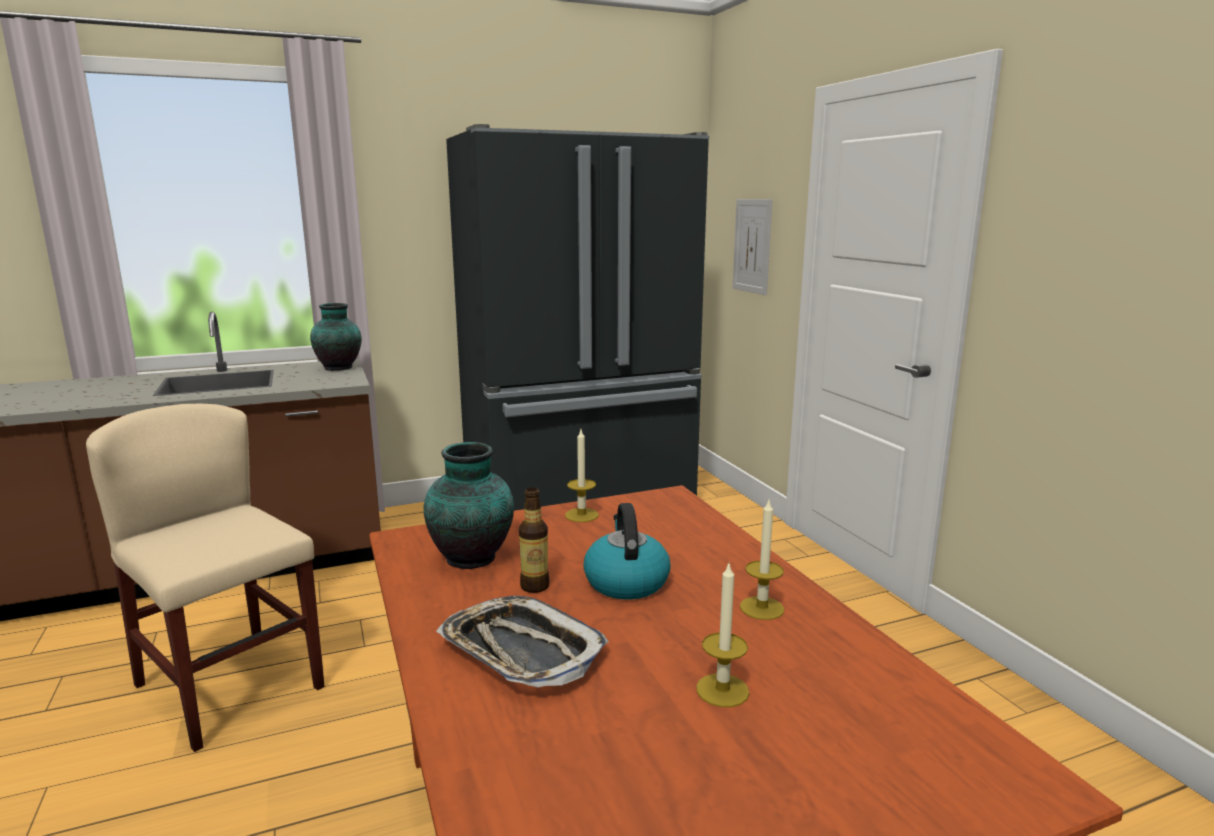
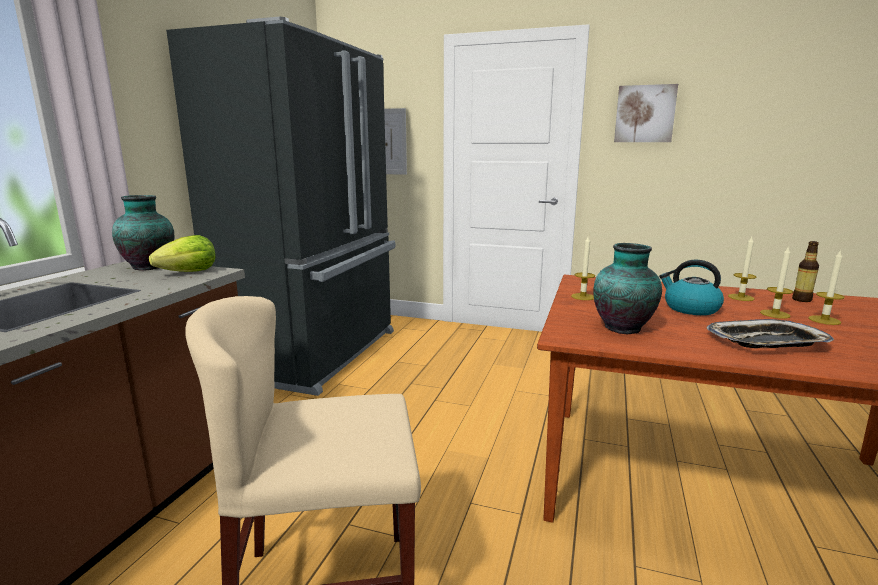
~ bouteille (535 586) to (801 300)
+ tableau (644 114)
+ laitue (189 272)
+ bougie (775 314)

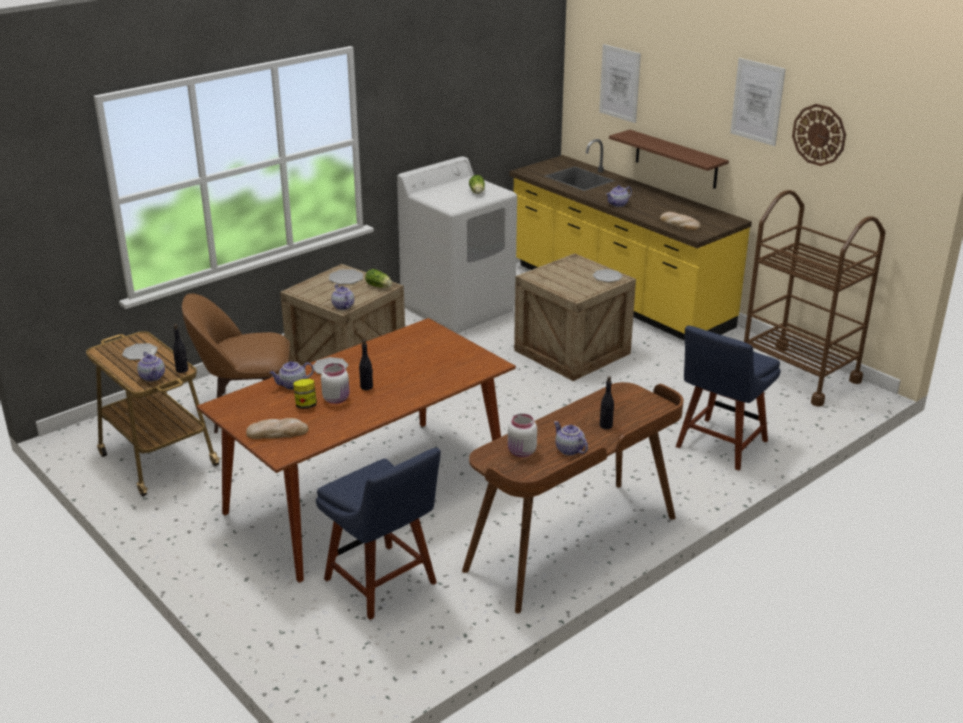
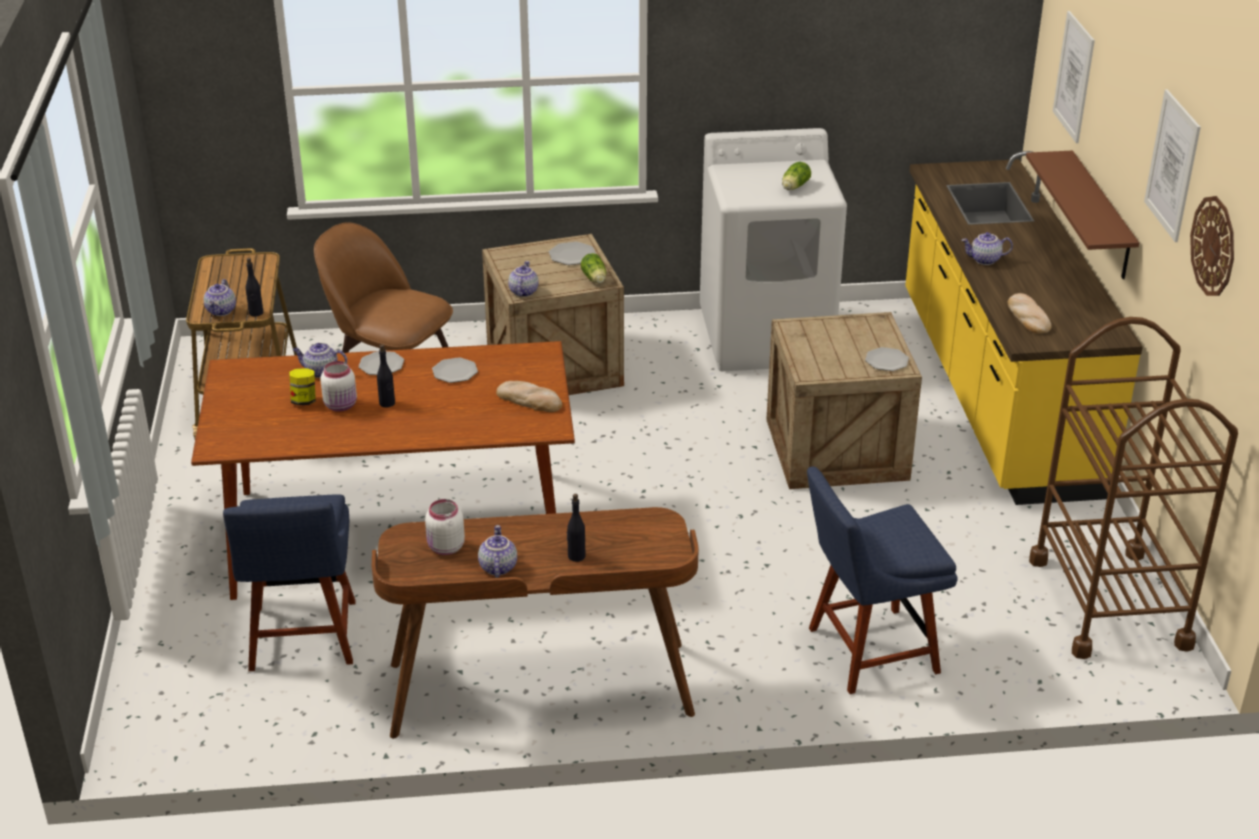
~ assiette (140 353) to (455 372)
~ pain (277 432) to (529 400)

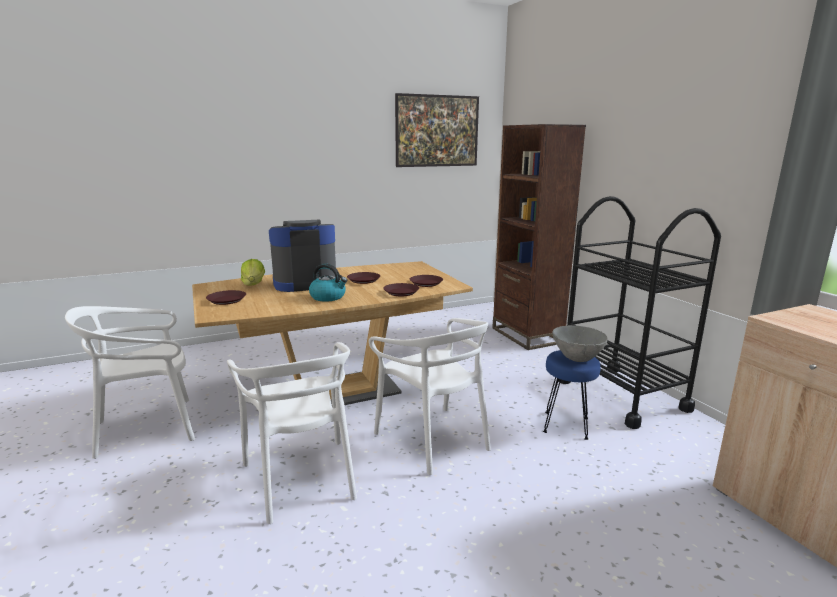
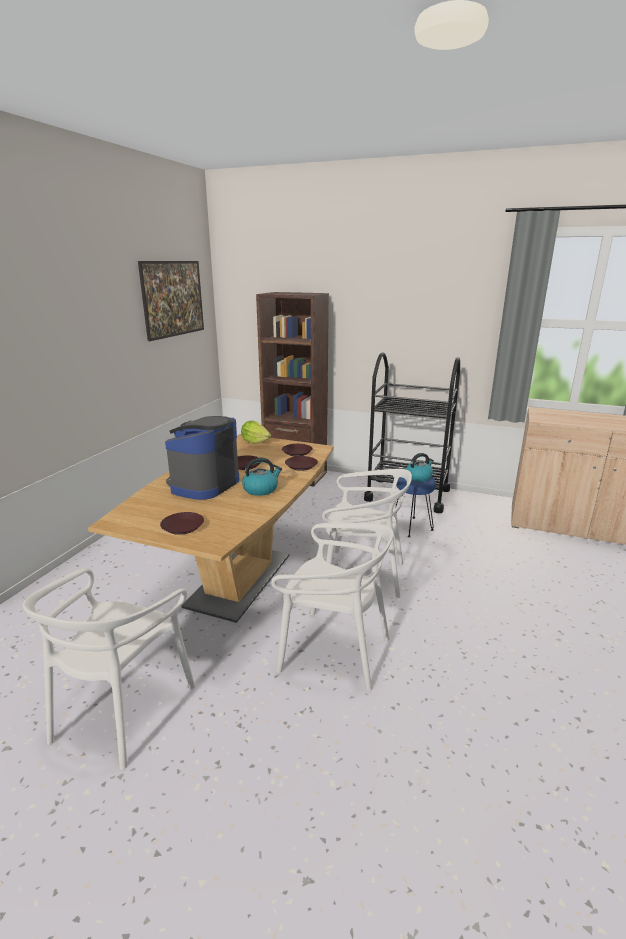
~ laitue (254 284) to (255 442)
~ bol/gris (577 358) to bouilloire (419 477)

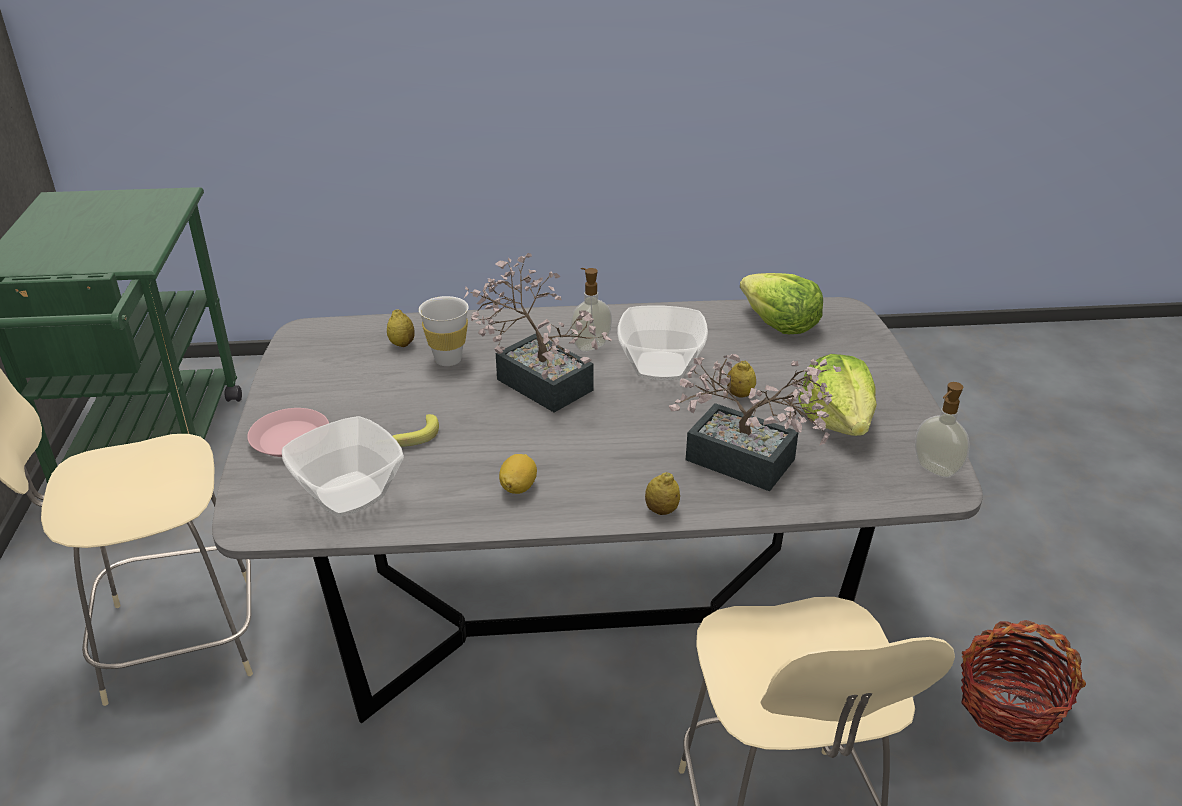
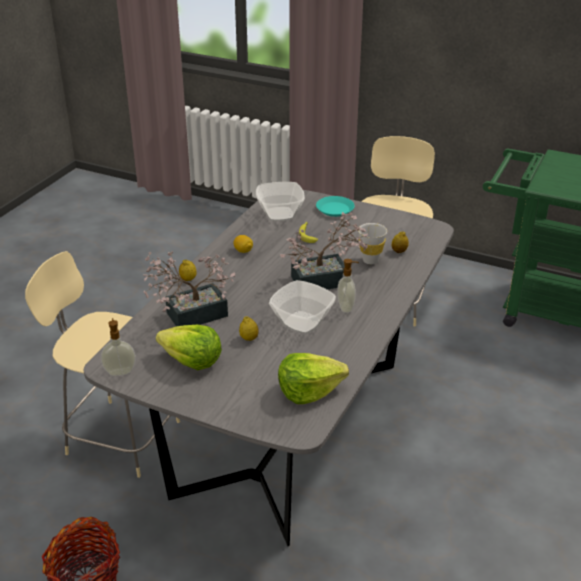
~ assiette/rose (289 439) to assiette/turquoise (335 209)

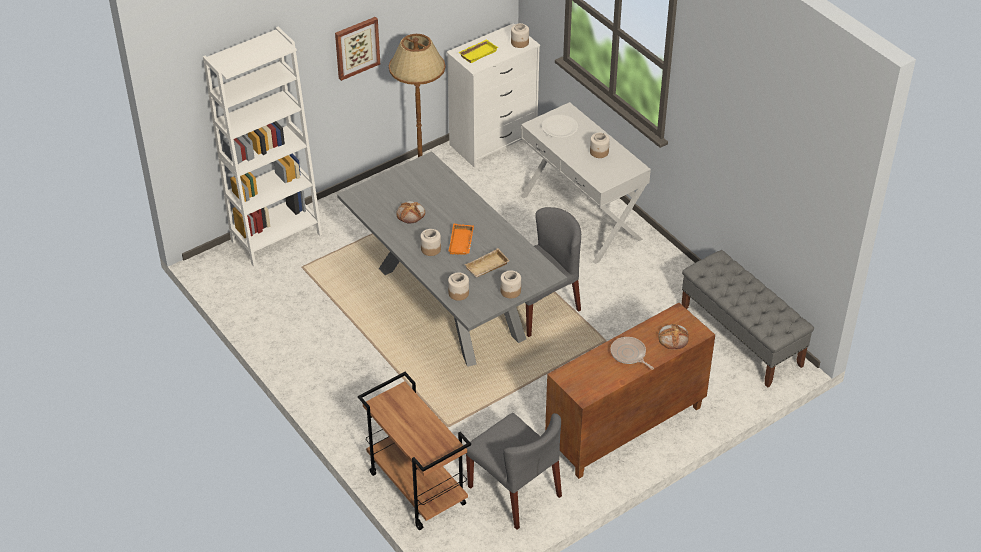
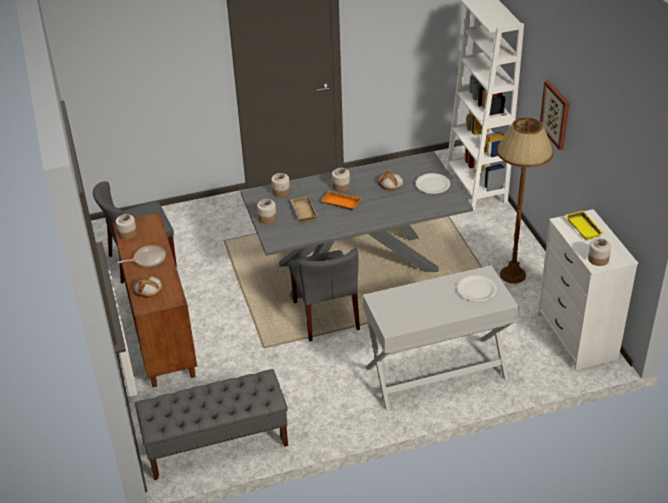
~ bocal (599 152) to (127 234)
- chariot/marron (416 488)
+ assiette/blanc (432 184)

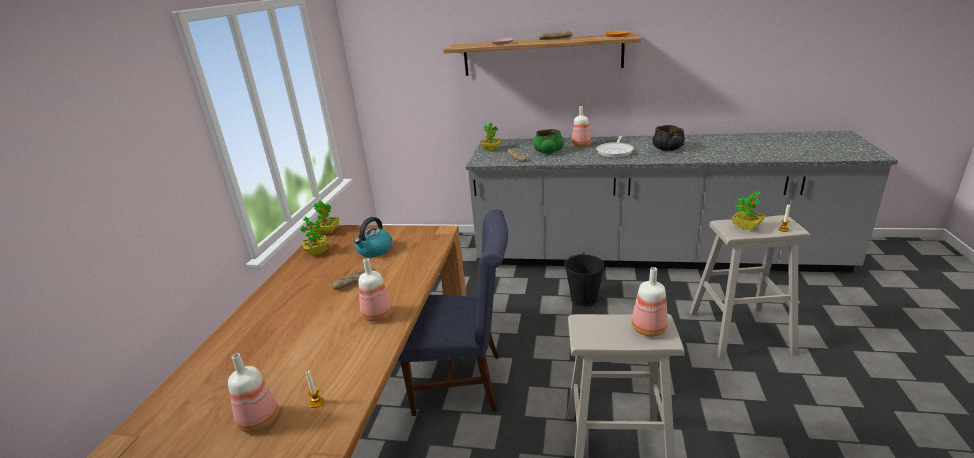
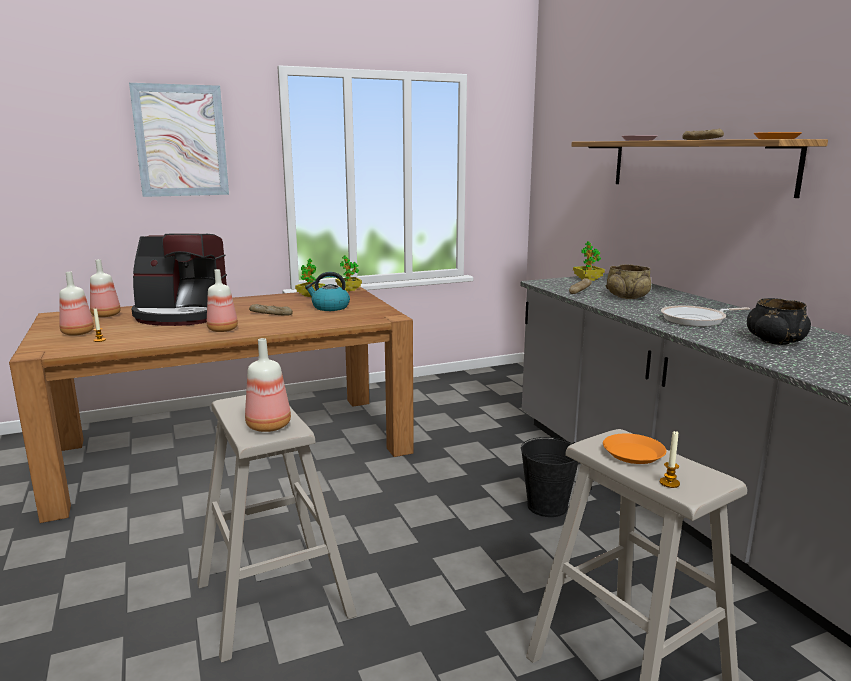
~ bouteille (580 145) to (107 315)
~ bol/vert (548 152) to bol/beige (627 297)
~ plante en pot (746 227) to assiette/orange (633 453)
- chaise/bleu (465 382)
+ tableau (181 141)
+ machine à café (182 315)

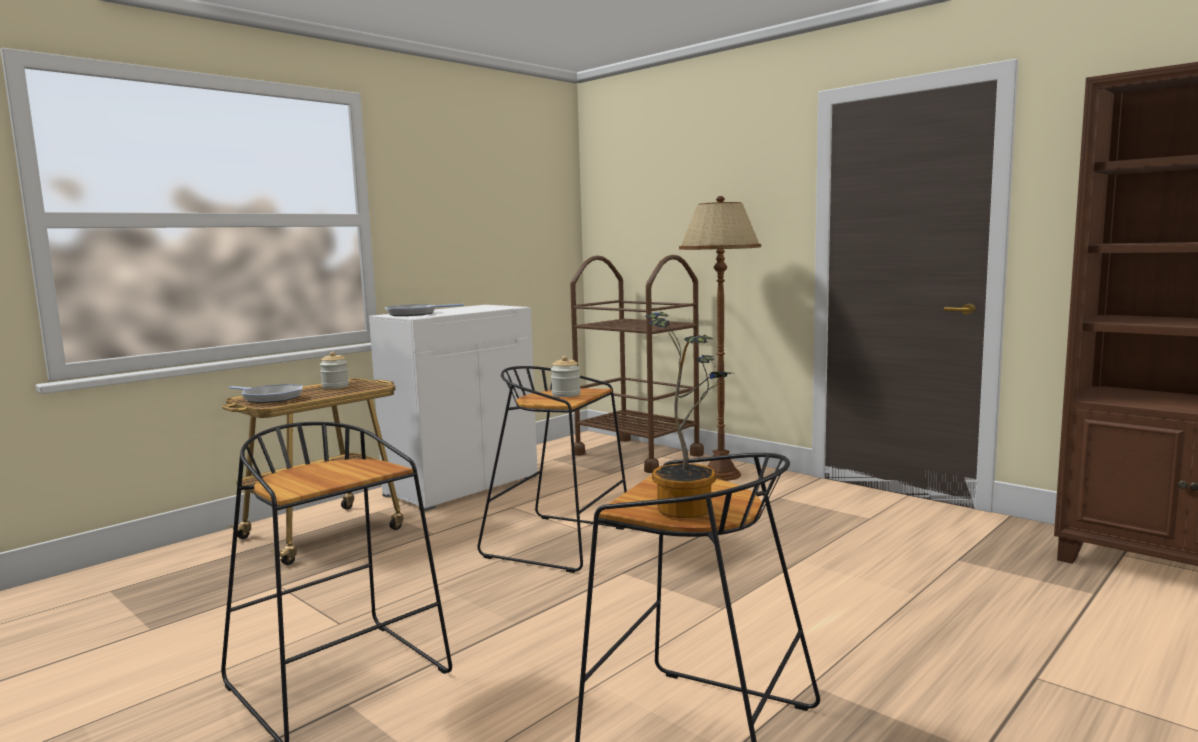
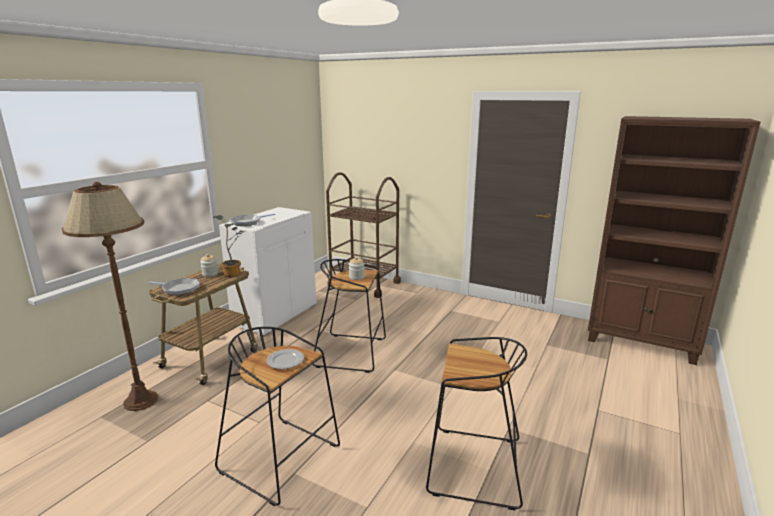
~ lampadaire/marron (721 475) to (141 401)
~ plante en pot (691 507) to (234 273)
+ assiette (285 361)

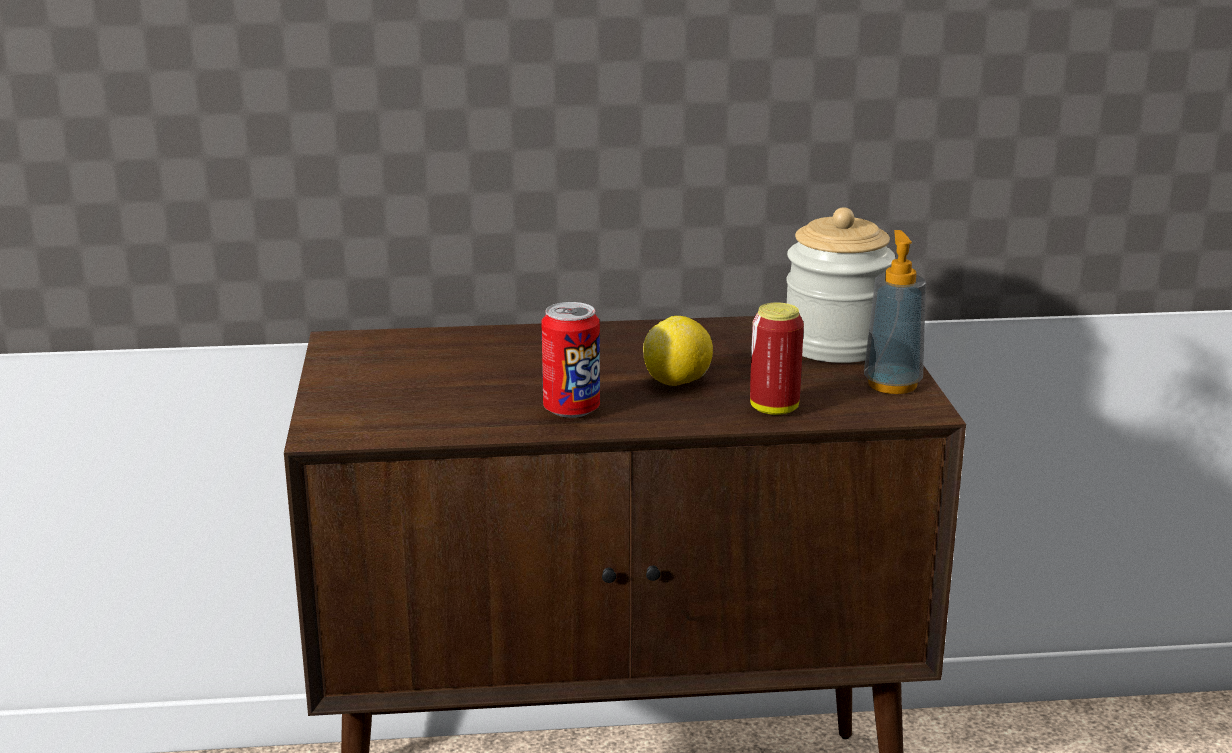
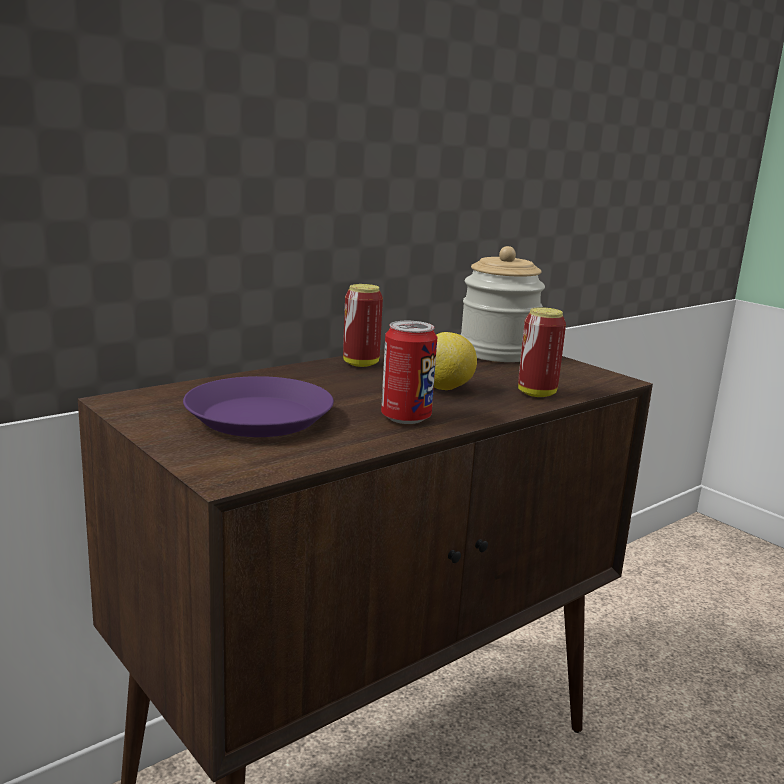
- distributeur de savon (892 384)
+ boîte métallique (361 364)
+ assiette/violet (259 417)

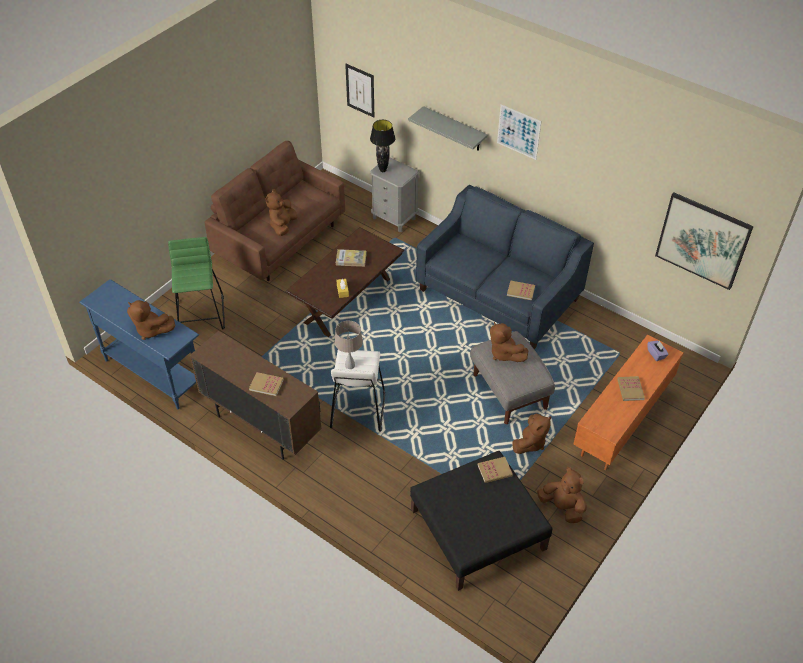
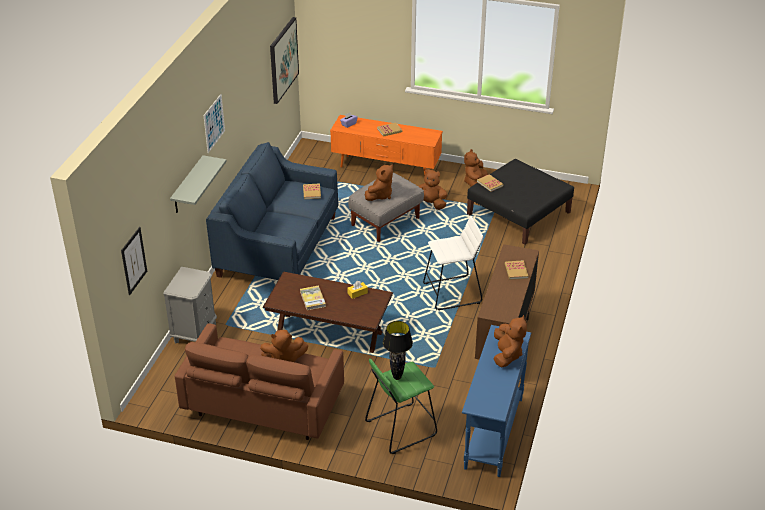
~ lampe de table/noir (383 170) to (397 377)
- lampe de table/beige (349 365)

